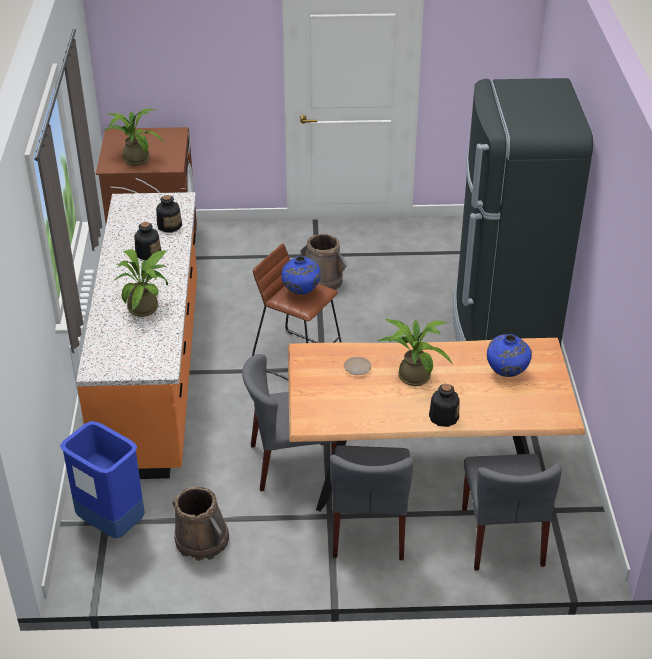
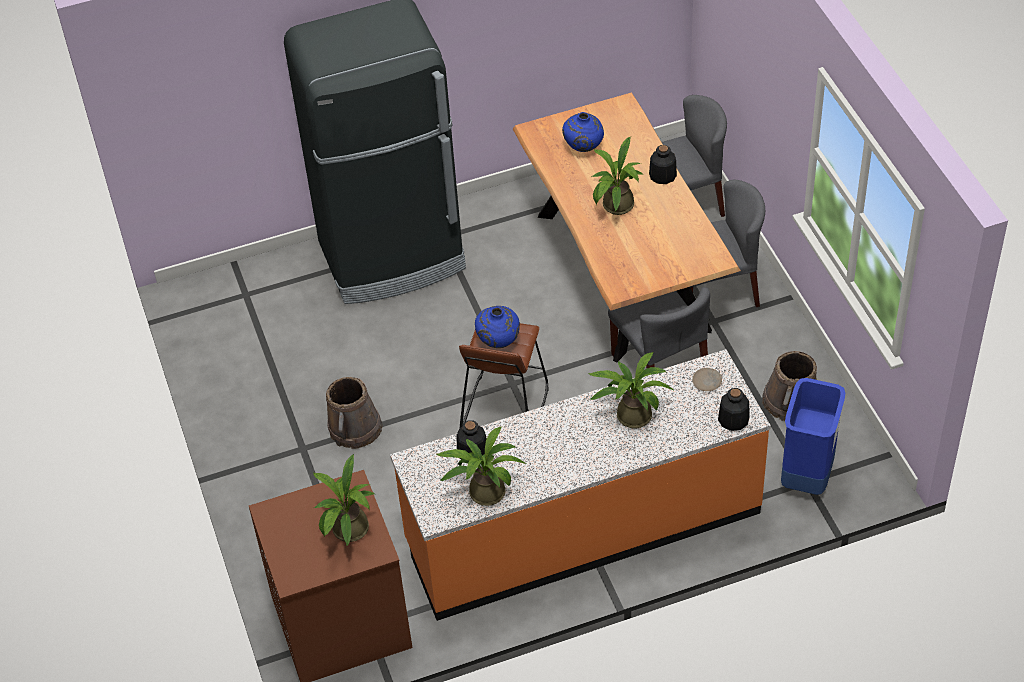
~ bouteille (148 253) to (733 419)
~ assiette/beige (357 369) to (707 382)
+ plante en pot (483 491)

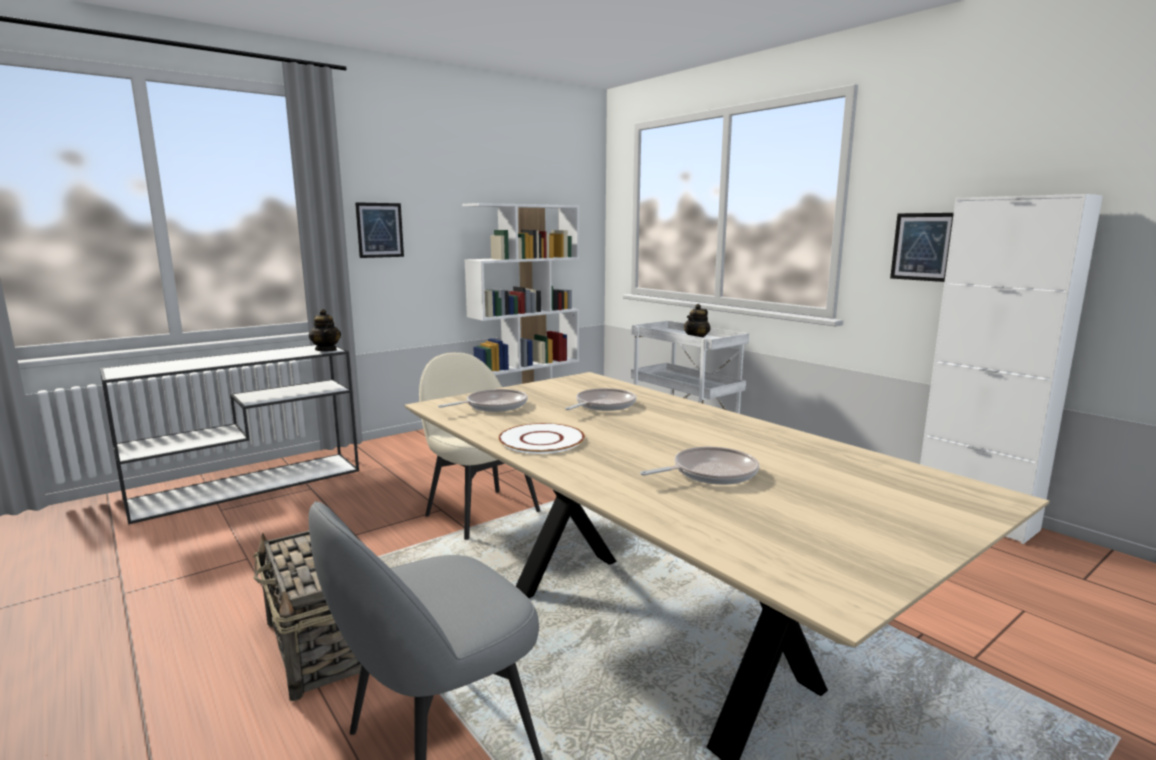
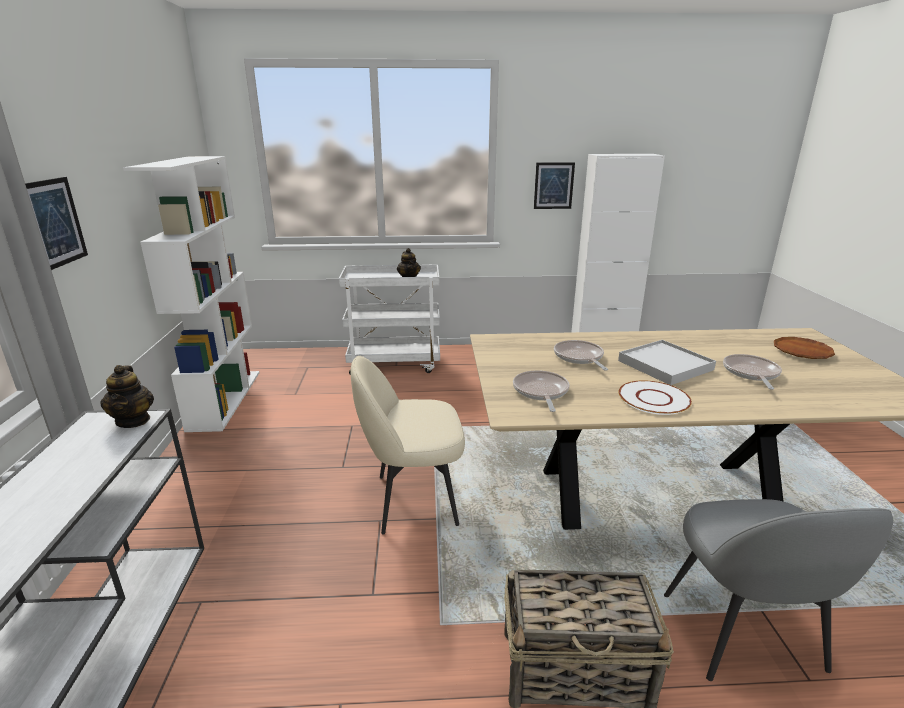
~ théière (326 350) = (133 420) 75 degrees clockwise
+ assiette/marron (802 352)
+ plateau/blanc (665 365)

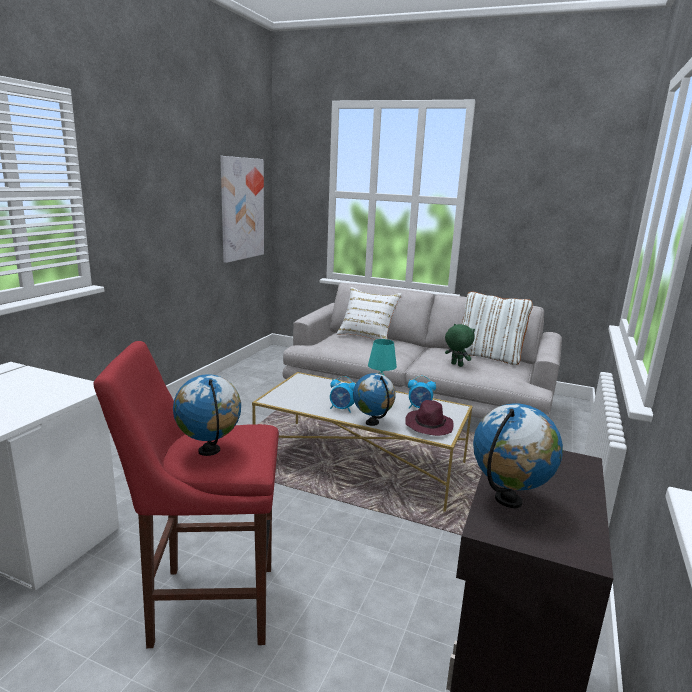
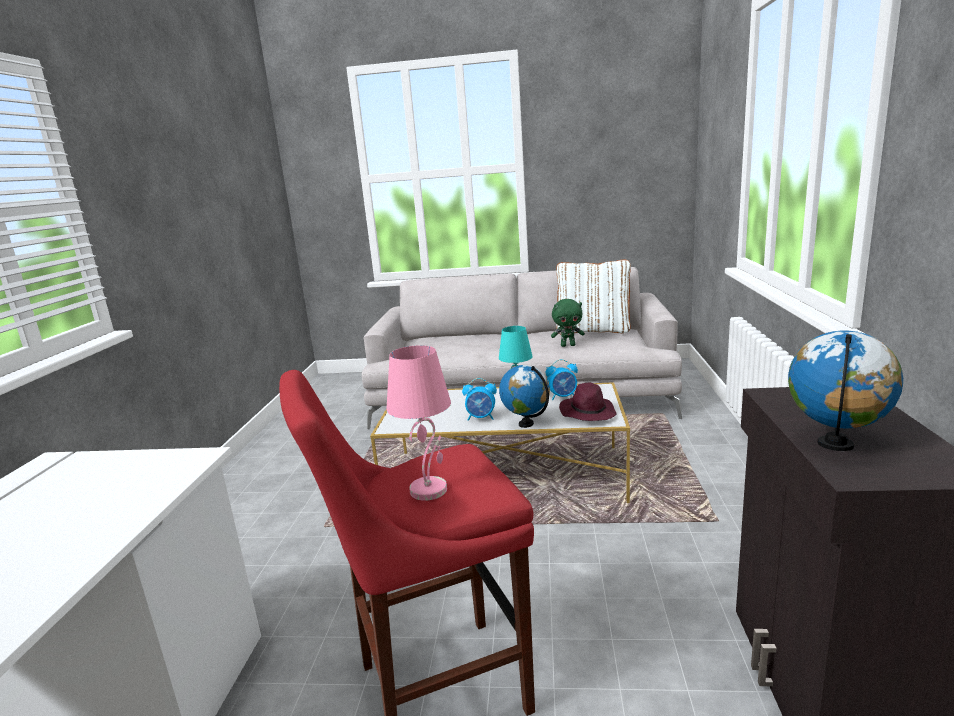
- tableau (242 209)
- coussin/blanc (367 336)
~ peluche/vert (456 365) = (568 345) 150 degrees clockwise
~ globe (209 451) to lampe de table/rose (428 489)

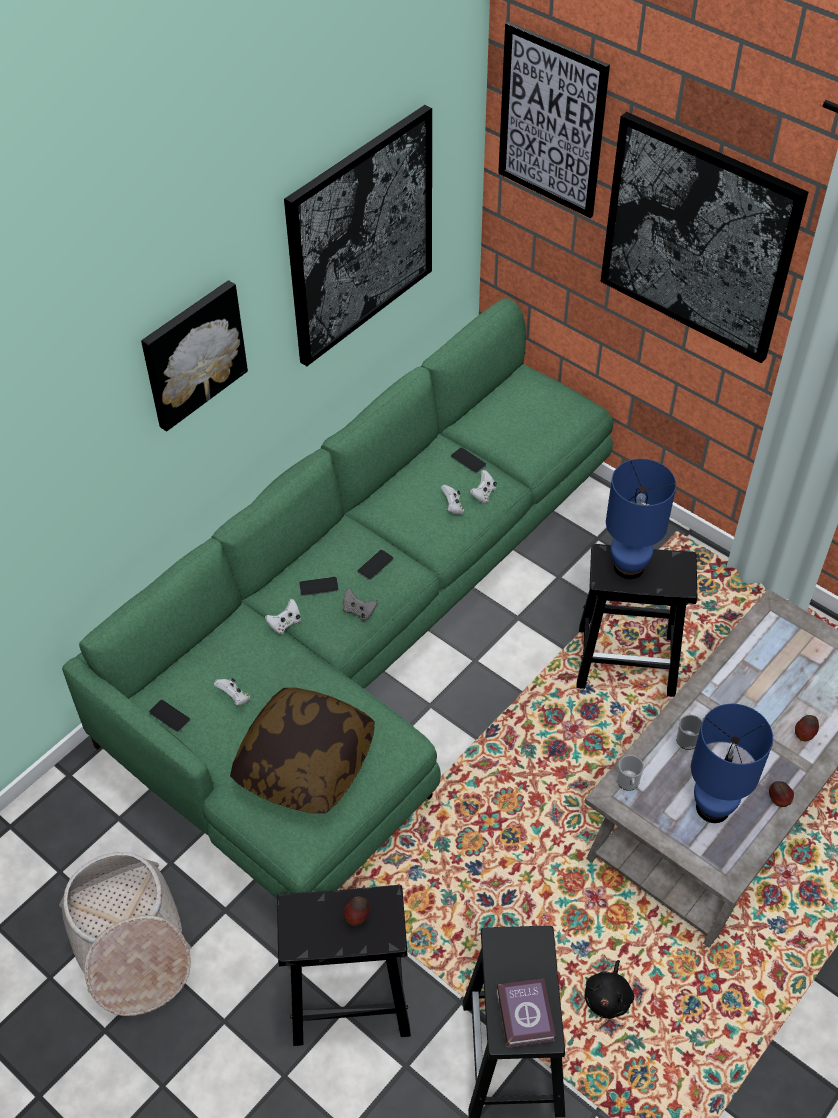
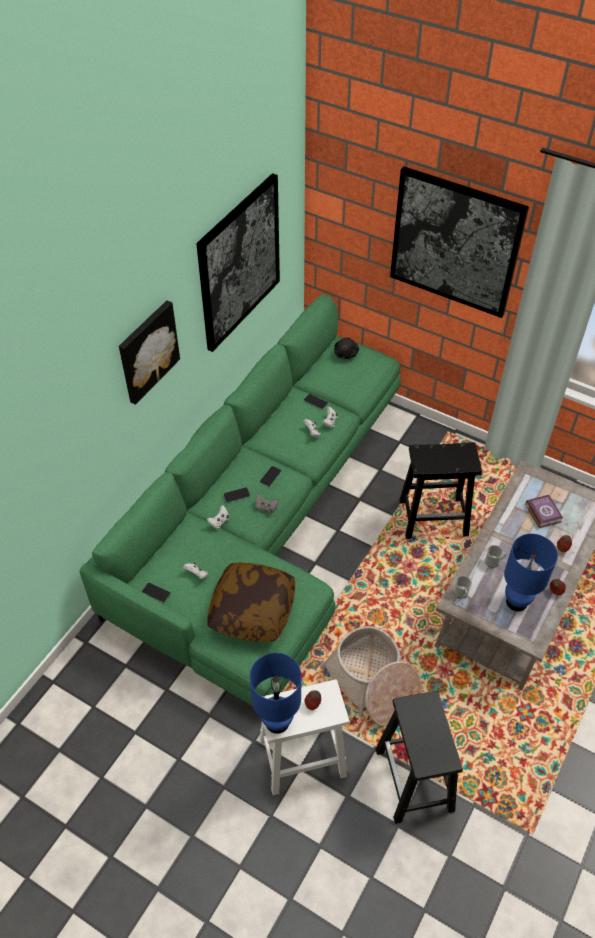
- tableau (551 121)
~ lampe de table/bleu (627 567) to (276 722)
~ panier (130 943) to (373 684)
~ tabouret/noir (347 997) to tabouret/blanc (301 758)
~ peluche/noir (608 997) to (346 353)
~ livre (526 1013) to (543 512)

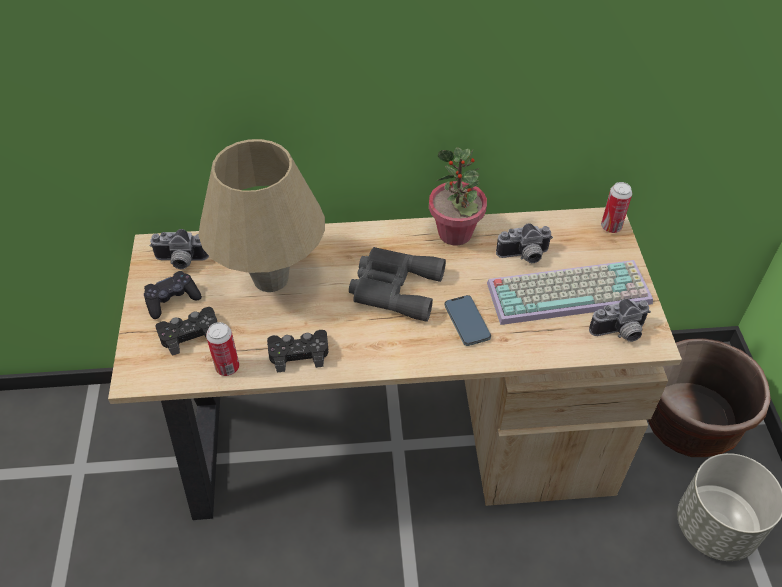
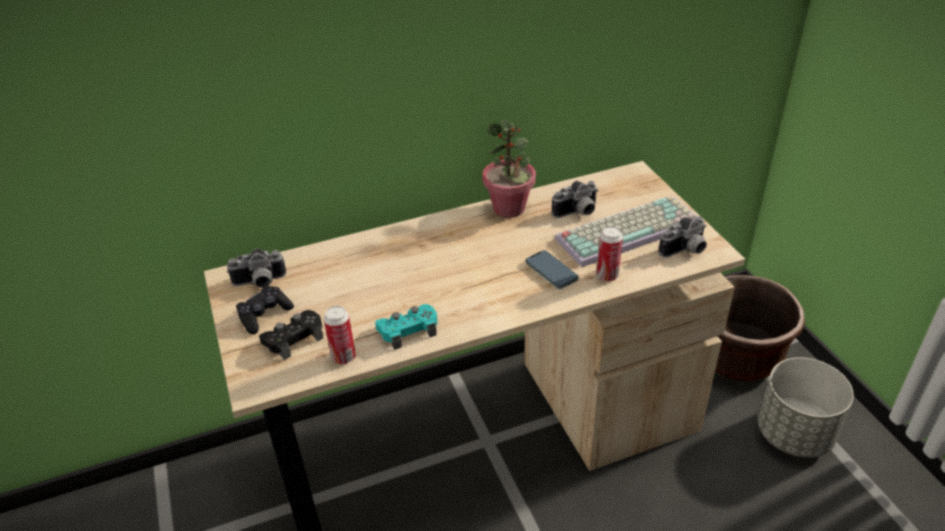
- lampe de table/beige (270 279)
~ boîte métallique (611 227) to (607 276)
- jumelles/gris (394 287)
~ manette/noir (299 353) to manette/turquoise (408 330)

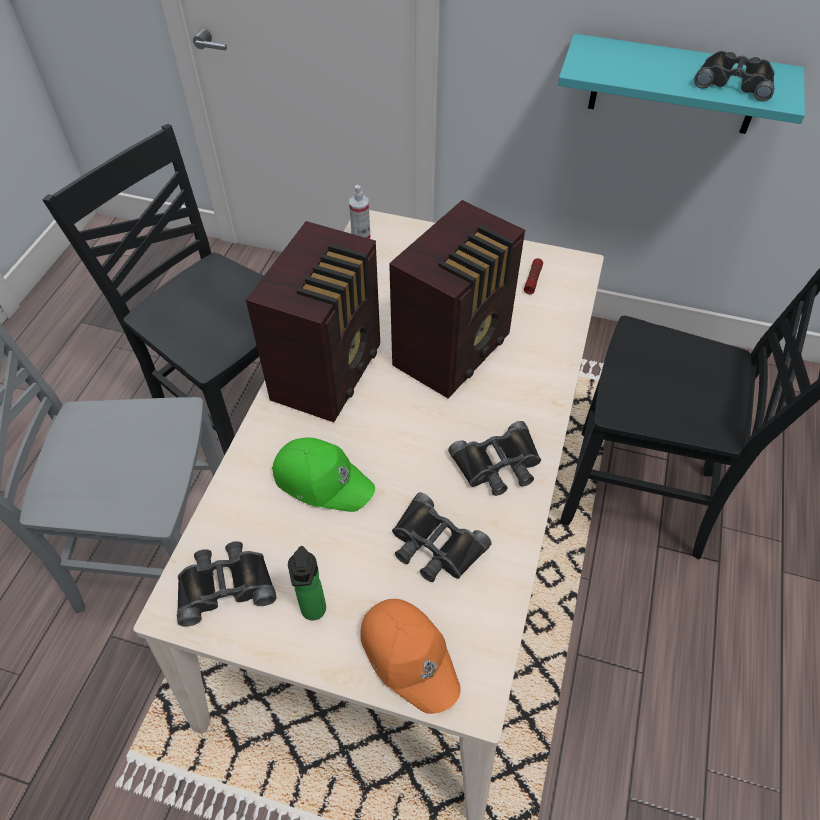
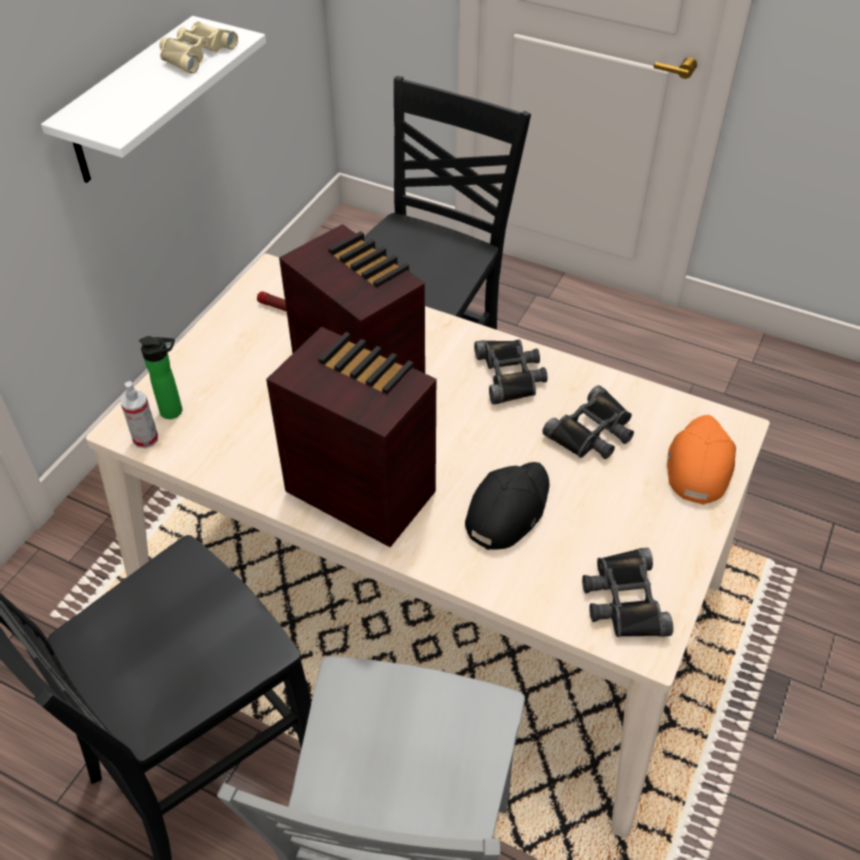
~ étagère/turquoise (675 85) to étagère/blanc (130 103)
~ jumelles/noir (734 82) to jumelles/beige (195 53)
~ casquette/vert (322 480) to casquette/noir (507 509)
~ bouteille (313 612) to (175 411)
~ casquette/orange (410 655) = (698 464) 45 degrees counterclockwise

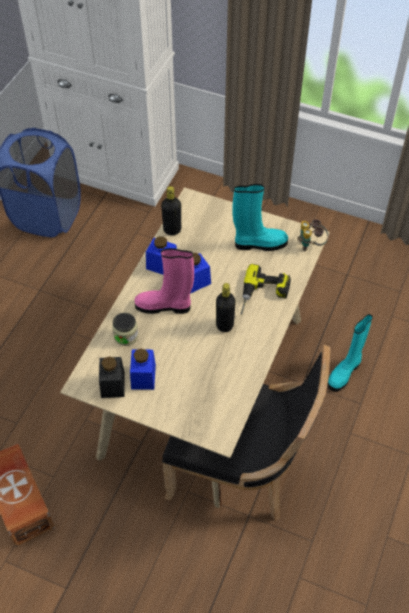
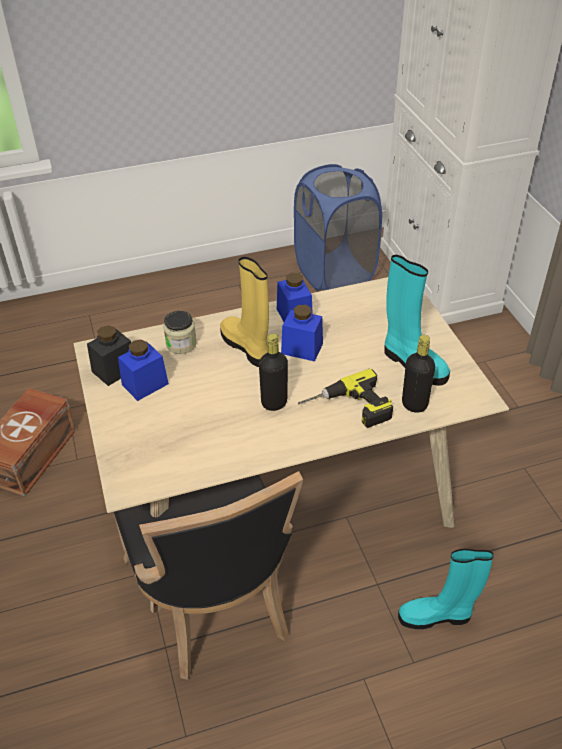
~ bouteille/noir (172 230) to (414 404)
- jumelles (311 244)
~ botte/rose (164 306) to botte/jaune (247 347)

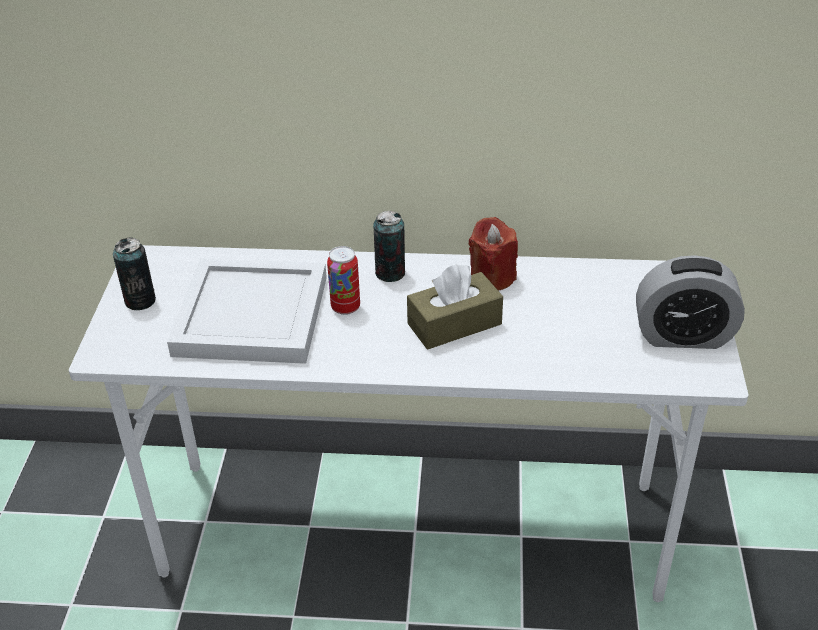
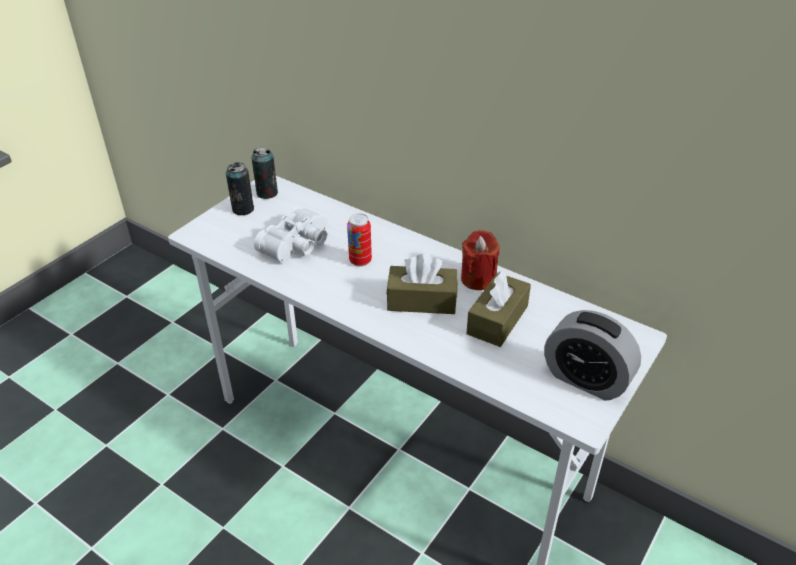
~ boîte métallique (390 273) to (267 193)
~ plateau/blanc (253 317) to jumelles/blanc (298 245)
+ boîte à mouchoirs/marron (497 320)

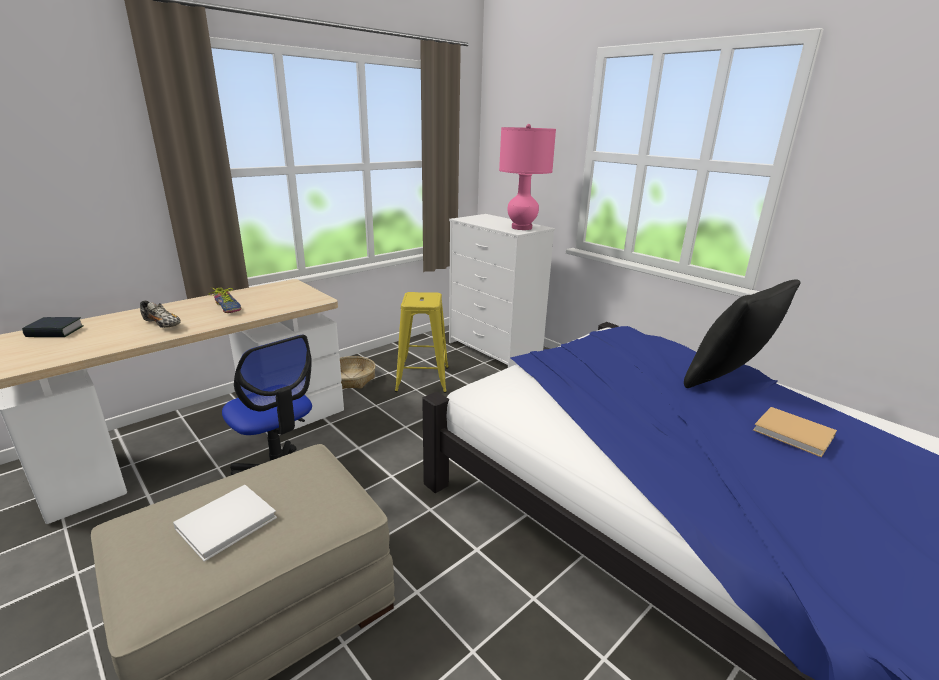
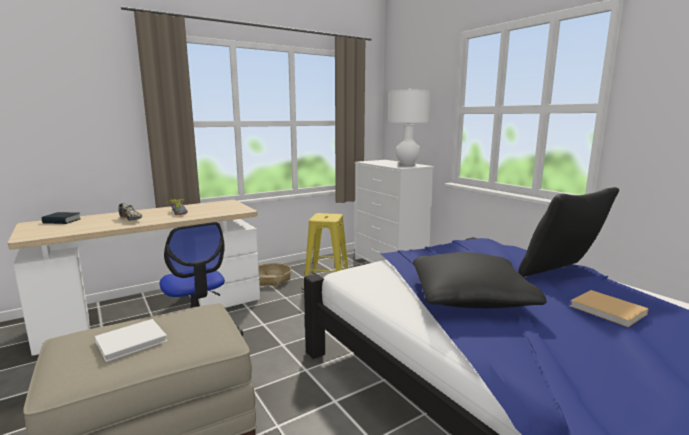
~ lampe de table/rose (522 228) to lampe de table/blanc (407 165)
+ coussin/noir (470 297)

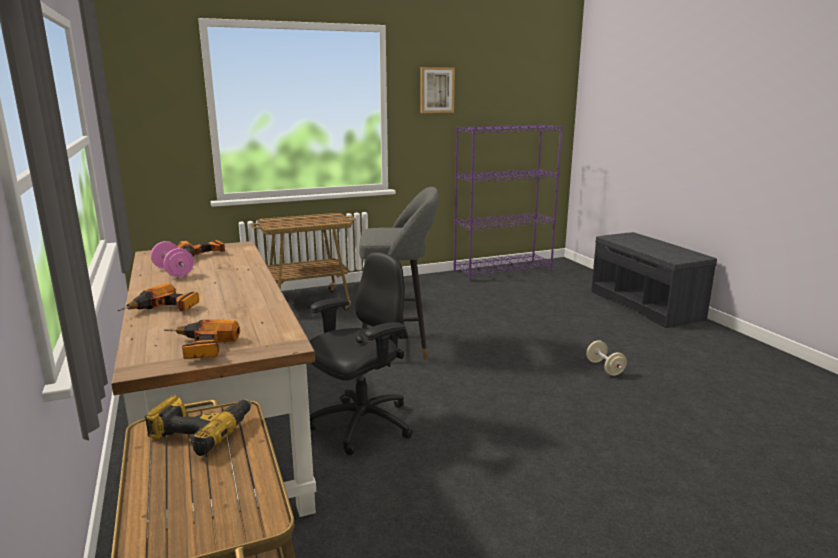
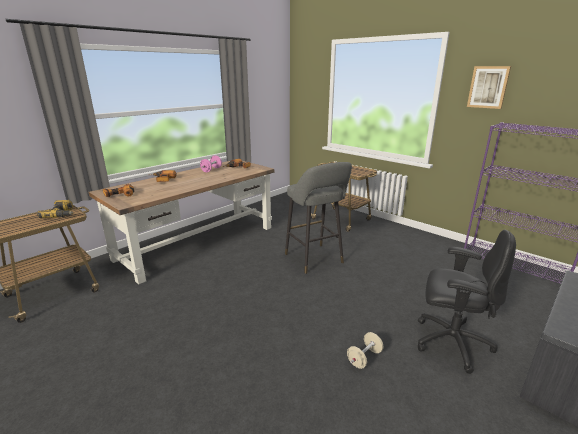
~ chaise de bureau/noir (361 425) to (450 342)

